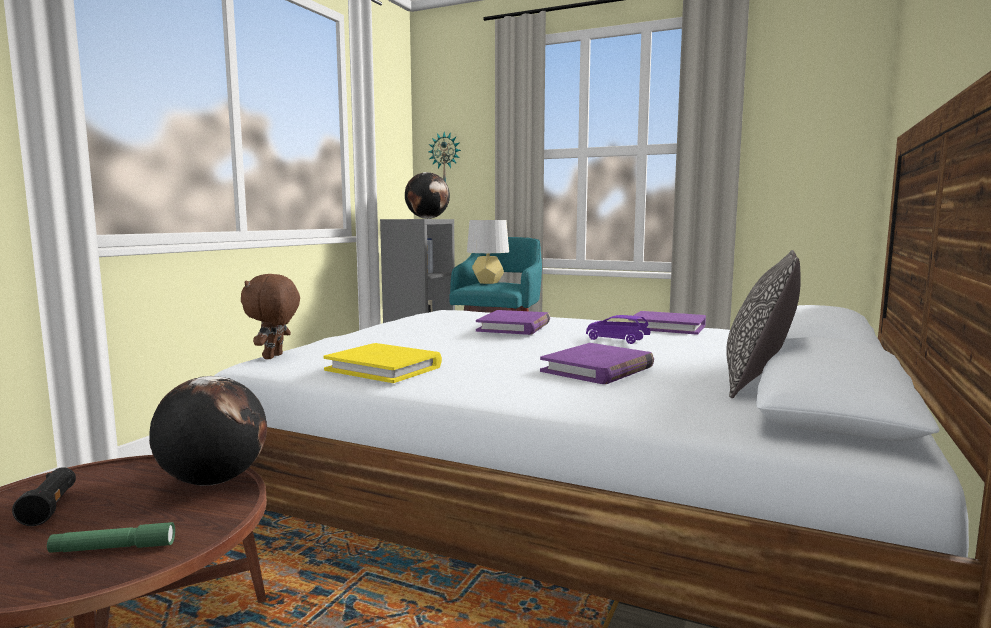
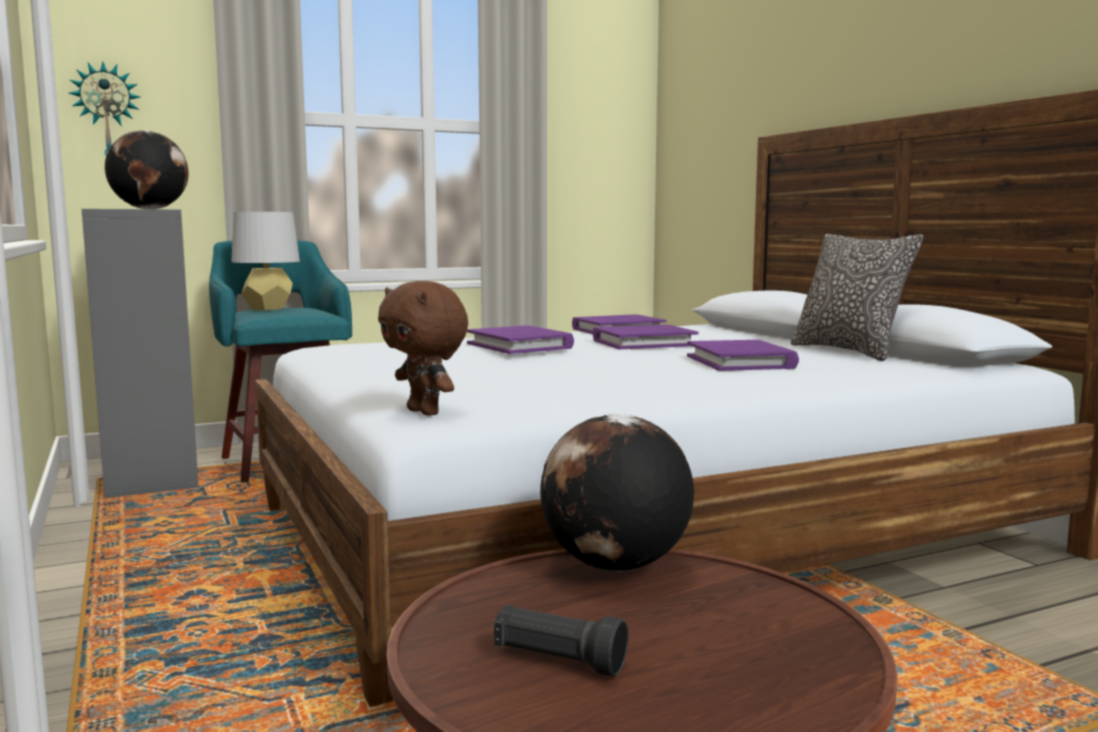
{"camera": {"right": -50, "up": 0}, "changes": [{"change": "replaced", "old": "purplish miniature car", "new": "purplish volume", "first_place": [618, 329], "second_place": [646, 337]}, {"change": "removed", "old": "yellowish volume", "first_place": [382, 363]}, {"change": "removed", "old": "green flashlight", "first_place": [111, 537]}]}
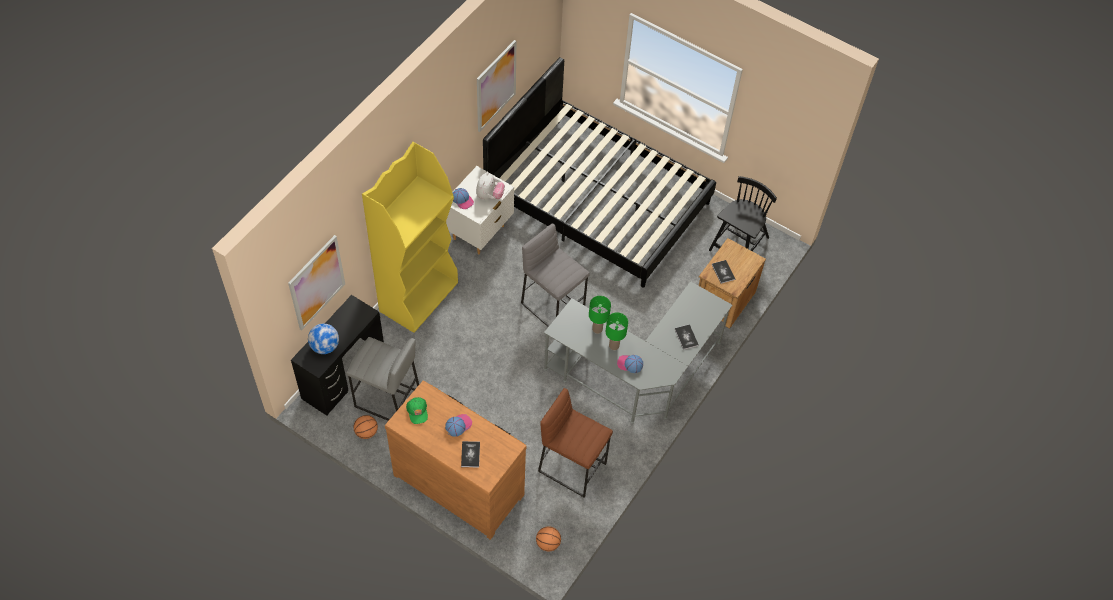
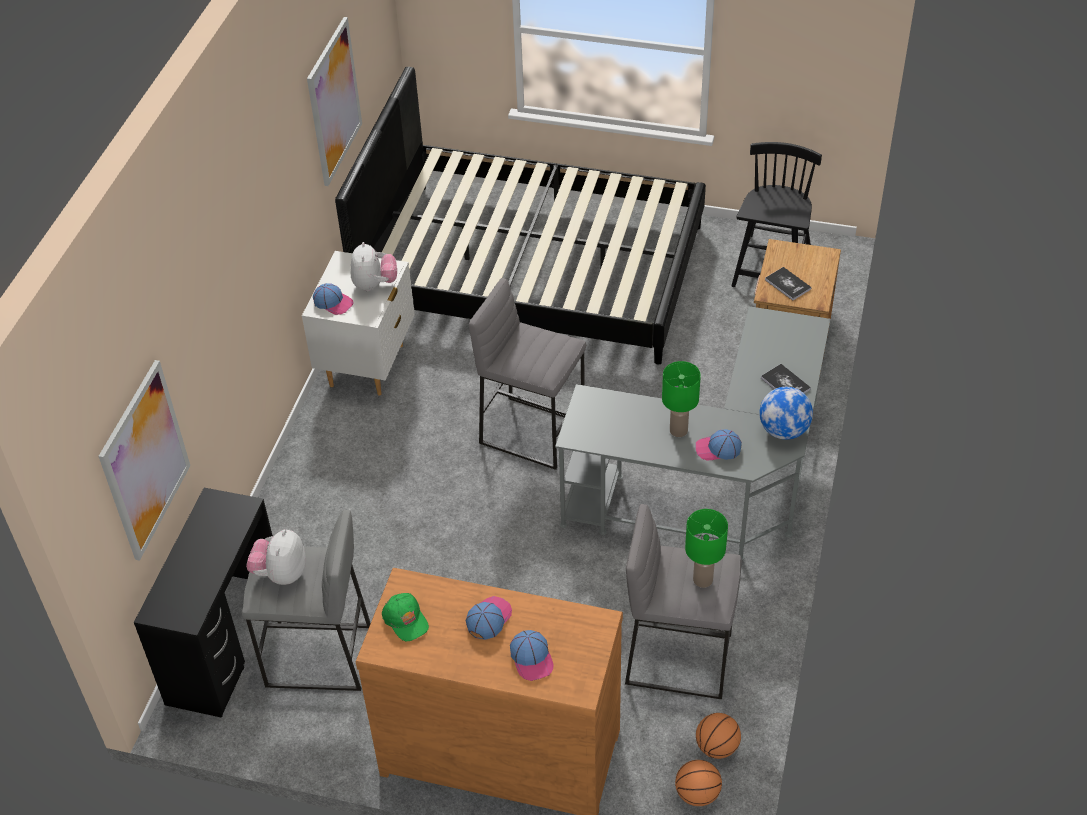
{"camera": {"right": -15, "up": -10}, "changes": [{"change": "removed", "old": "yellowish bookshelf", "first_place": [410, 237]}, {"change": "moved", "old": "green tabletop lamp", "first_place": [600, 315], "second_place": [706, 548]}, {"change": "moved", "old": "world globe", "first_place": [323, 339], "second_place": [786, 413]}, {"change": "recoloured", "old": "brown-coloured sitting stool", "new": "grey sitting stool", "first_place": [575, 443], "second_place": [683, 601]}, {"change": "moved", "old": "ball for basketball", "first_place": [365, 427], "second_place": [718, 736]}, {"change": "replaced", "old": "volume", "new": "cap", "first_place": [470, 454], "second_place": [532, 655]}, {"change": "added", "new": "soft toy", "second_place": [276, 557]}]}
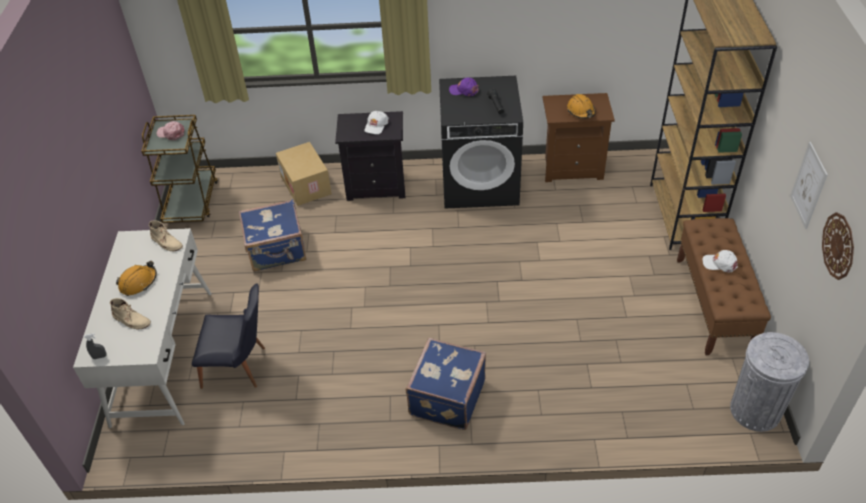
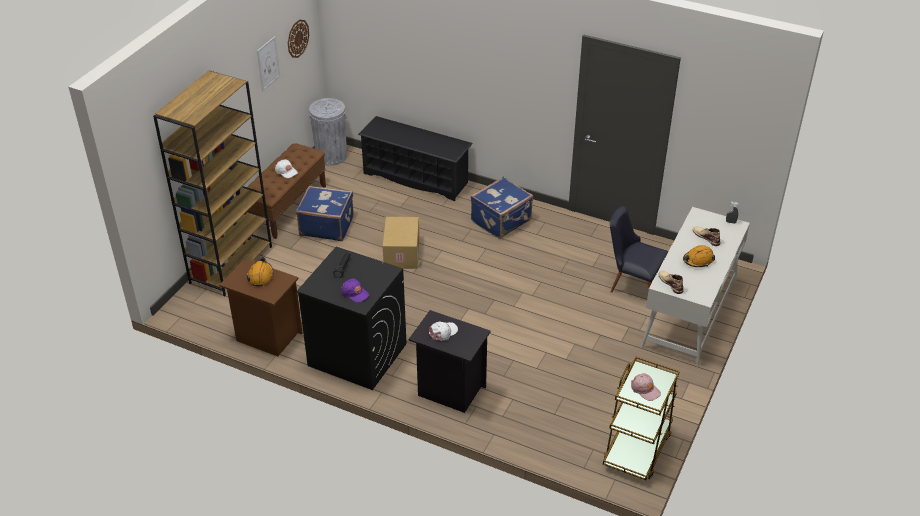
{"camera": {"right": -155, "up": -5}, "changes": [{"change": "moved", "old": "packing box", "first_place": [304, 174], "second_place": [401, 243]}, {"change": "moved", "old": "bluish travel case", "first_place": [273, 235], "second_place": [325, 213]}, {"change": "added", "new": "black-coloured shoe rack", "second_place": [415, 158]}]}
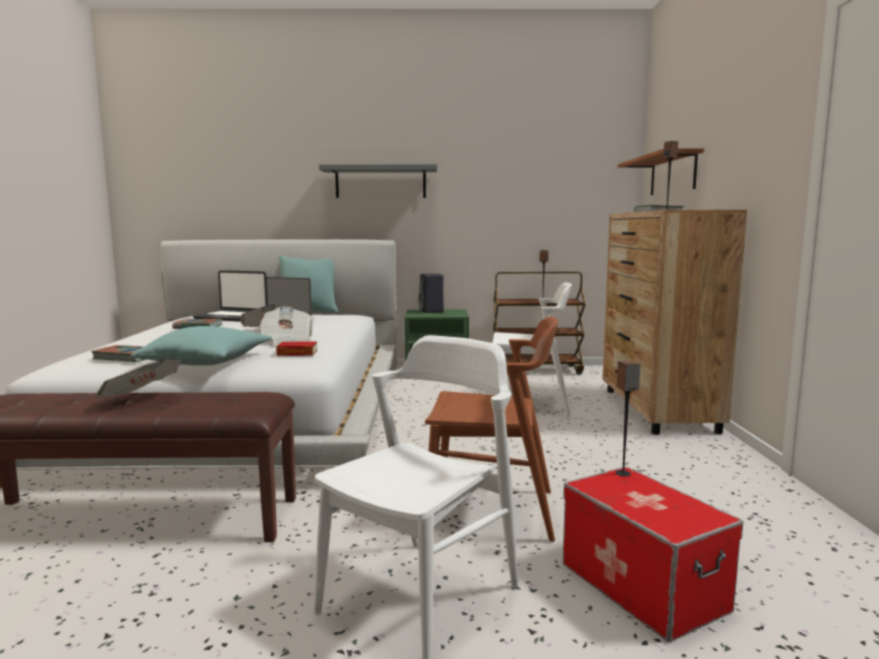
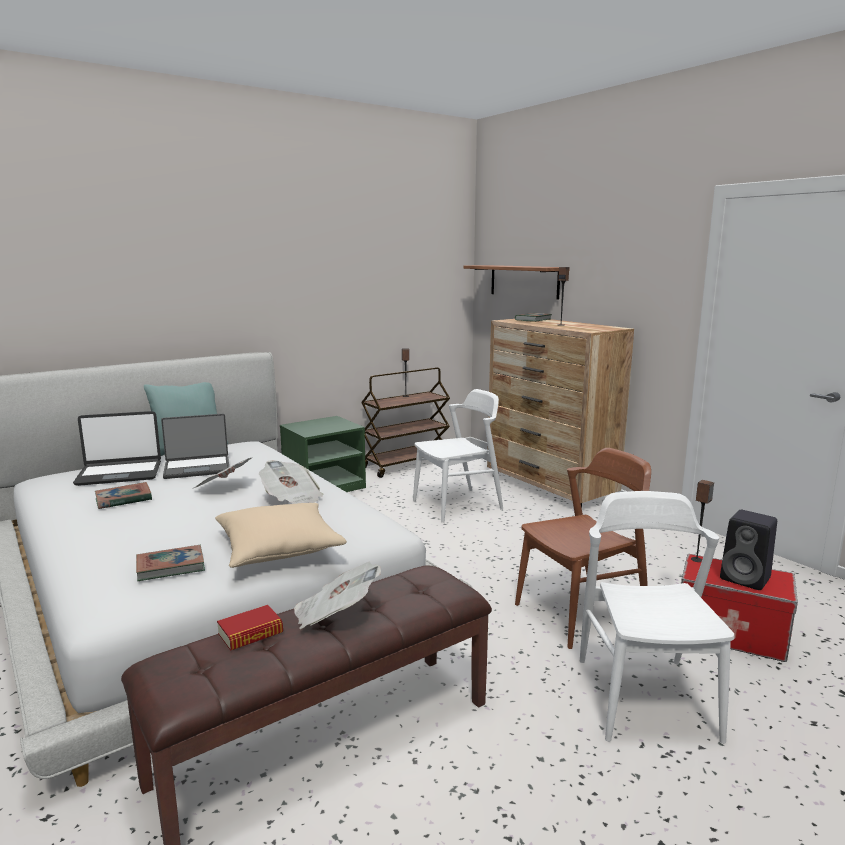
{"camera": {"right": -35, "up": 5}, "changes": [{"change": "removed", "old": "grey shelf", "first_place": [378, 181]}, {"change": "moved", "old": "black-coloured speaker", "first_place": [431, 293], "second_place": [748, 550]}, {"change": "recoloured", "old": "turquoise-coloured cushion", "new": "beige-coloured cushion", "first_place": [201, 346], "second_place": [281, 535]}, {"change": "moved", "old": "volume", "first_place": [296, 349], "second_place": [250, 628]}]}
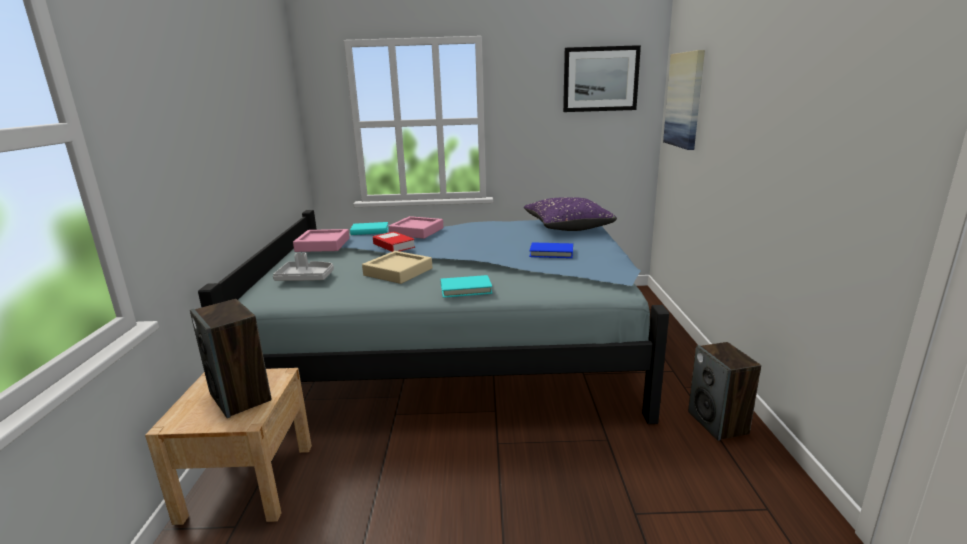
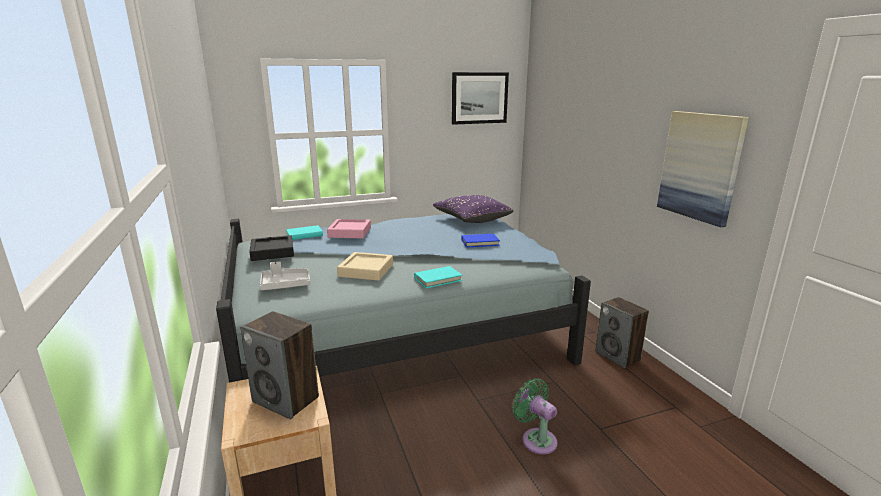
{"camera": {"right": -20, "up": 0}, "changes": [{"change": "moved", "old": "picture", "first_place": [684, 100], "second_place": [703, 169]}, {"change": "recoloured", "old": "pink-coloured carrying tray", "new": "black-coloured carrying tray", "first_place": [321, 240], "second_place": [271, 248]}, {"change": "removed", "old": "volume", "first_place": [394, 241]}, {"change": "added", "new": "green fan", "second_place": [534, 416]}]}
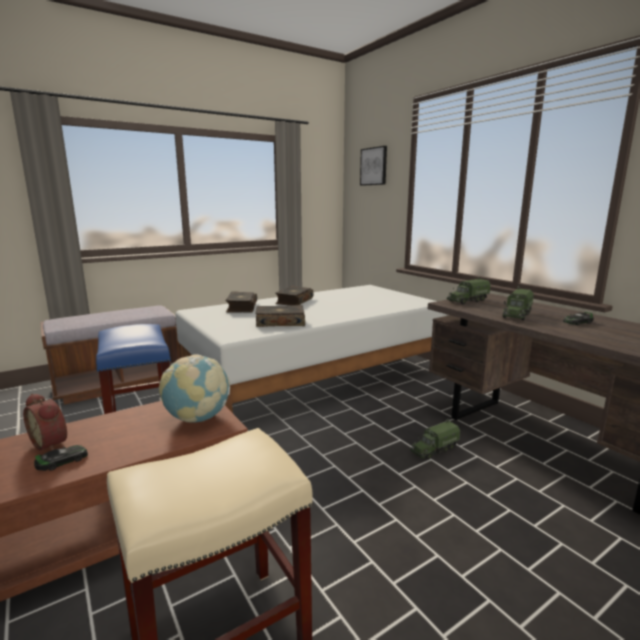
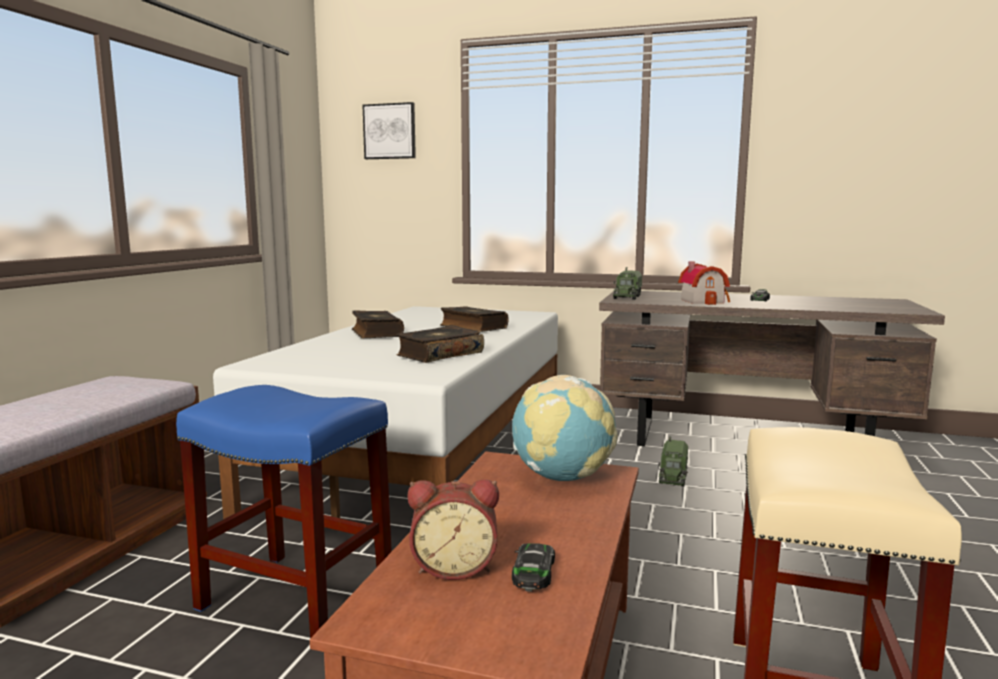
{"camera": {"right": -40, "up": -5}, "changes": [{"change": "replaced", "old": "toy lorry", "new": "model house", "first_place": [518, 303], "second_place": [704, 283]}, {"change": "moved", "old": "volume", "first_place": [241, 301], "second_place": [474, 319]}]}
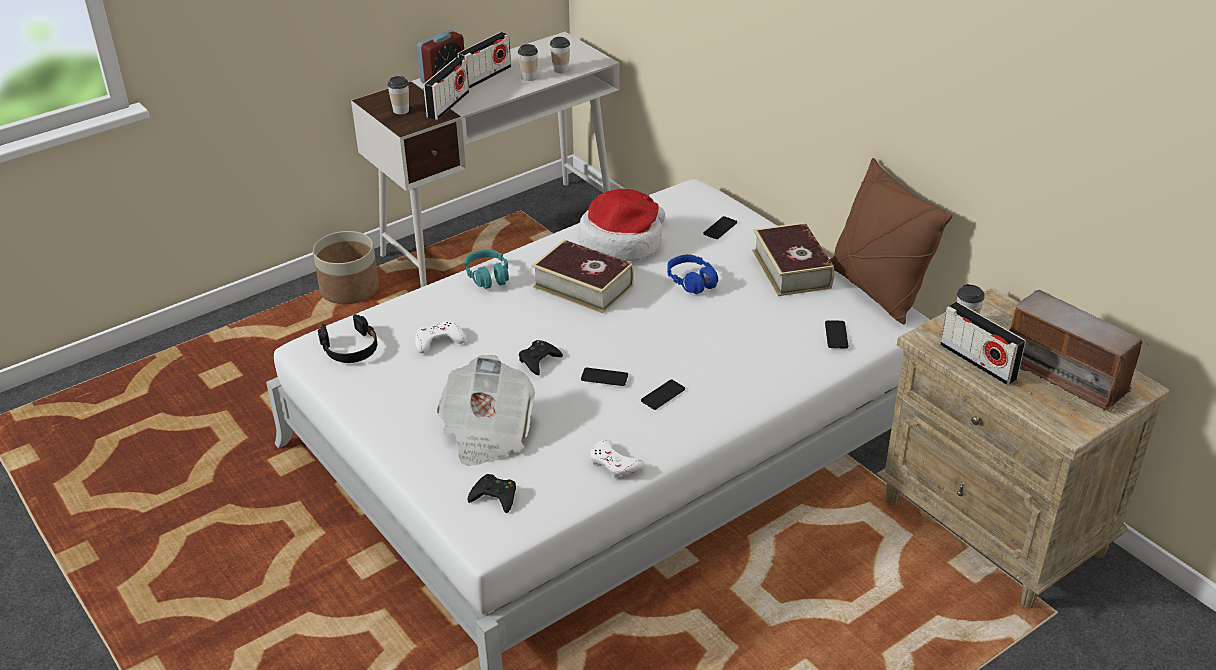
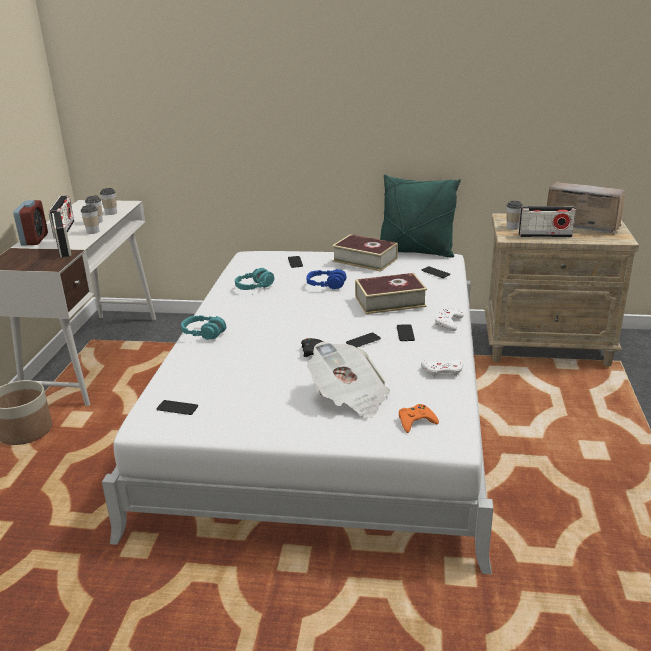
{"camera": {"right": -45, "up": -10}, "changes": [{"change": "moved", "old": "cup", "first_place": [398, 95], "second_place": [90, 219]}, {"change": "recoloured", "old": "brown-coloured cushion", "new": "green cushion", "first_place": [891, 241], "second_place": [420, 216]}, {"change": "replaced", "old": "wearable hat", "new": "turquoise-coloured headphones", "first_place": [622, 225], "second_place": [254, 279]}, {"change": "moved", "old": "volume", "first_place": [583, 276], "second_place": [391, 293]}, {"change": "turned", "old": "radio set", "first_place": [1079, 351], "second_place": [586, 208], "degrees": -150}, {"change": "replaced", "old": "black-coloured headphones", "new": "handset", "first_place": [347, 338], "second_place": [177, 407]}, {"change": "moved", "old": "white-coloured joypad", "first_place": [440, 337], "second_place": [449, 320]}, {"change": "recoloured", "old": "black-coloured joypad", "new": "orange joypad", "first_place": [491, 493], "second_place": [419, 418]}]}
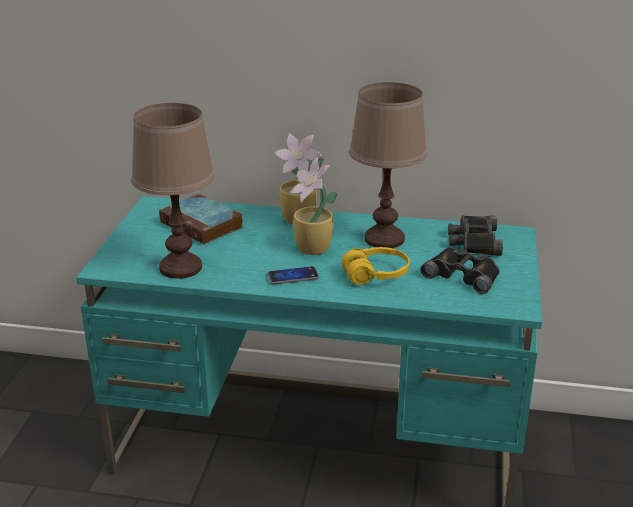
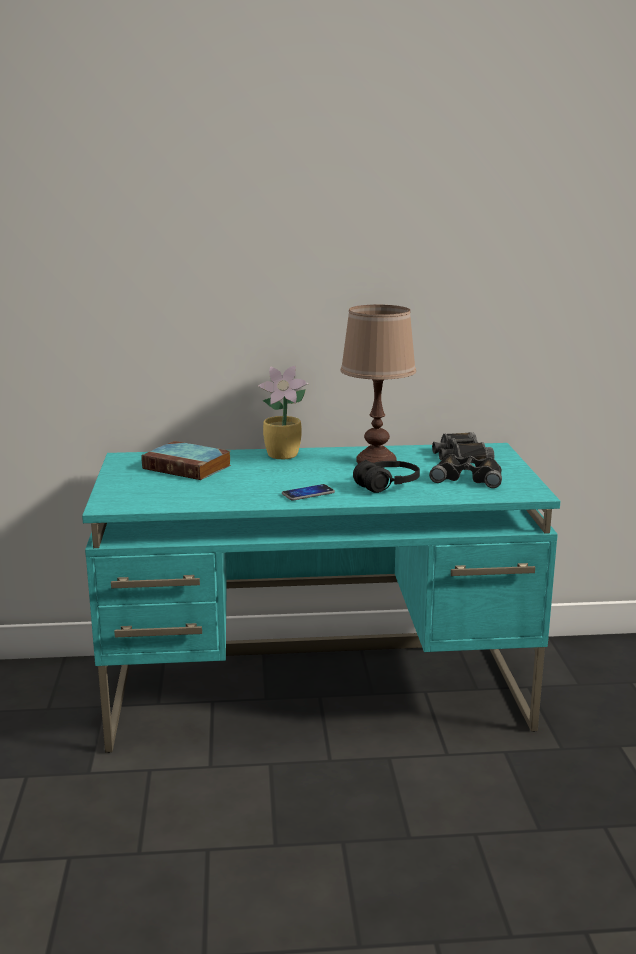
{"camera": {"right": -15, "up": -10}, "changes": [{"change": "removed", "old": "brown-coloured tabletop lamp", "first_place": [172, 191]}, {"change": "removed", "old": "potted plant", "first_place": [314, 206]}, {"change": "recoloured", "old": "yellowish headphones", "new": "black-coloured headphones", "first_place": [375, 266], "second_place": [386, 476]}]}
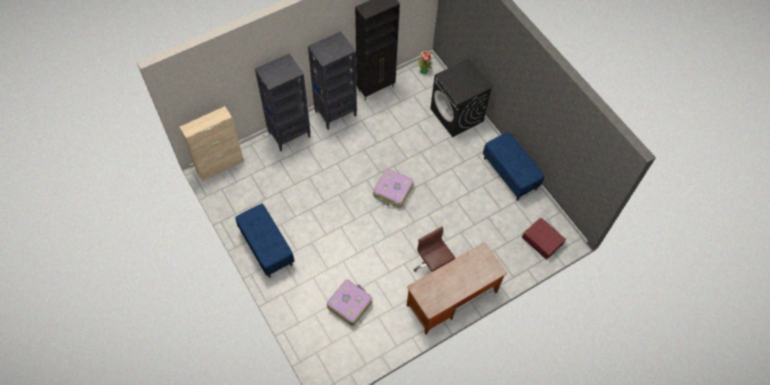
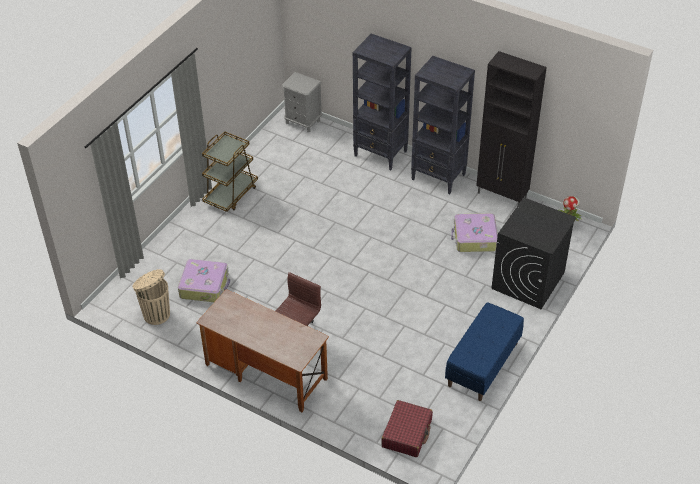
{"camera": {"right": 65, "up": -15}, "changes": [{"change": "replaced", "old": "beige-coloured cabinet", "new": "grey night table", "first_place": [212, 143], "second_place": [302, 102]}, {"change": "moved", "old": "travel case", "first_place": [393, 188], "second_place": [474, 232]}, {"change": "replaced", "old": "bluish long seat", "new": "brown-coloured trolley", "first_place": [264, 241], "second_place": [230, 171]}, {"change": "added", "new": "beige-coloured rubbish bin", "second_place": [151, 297]}]}
